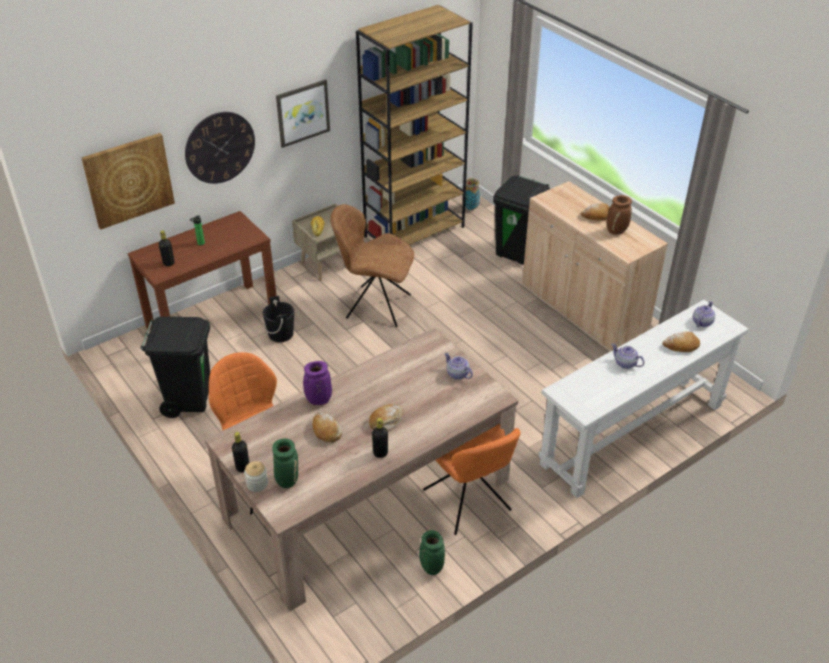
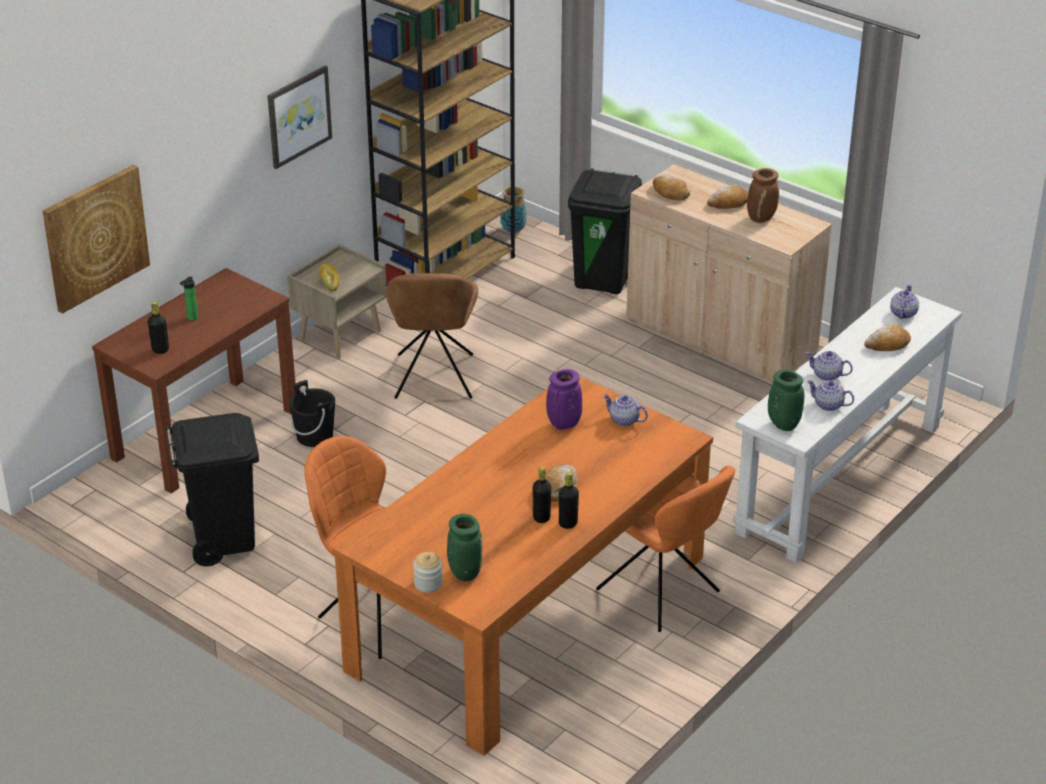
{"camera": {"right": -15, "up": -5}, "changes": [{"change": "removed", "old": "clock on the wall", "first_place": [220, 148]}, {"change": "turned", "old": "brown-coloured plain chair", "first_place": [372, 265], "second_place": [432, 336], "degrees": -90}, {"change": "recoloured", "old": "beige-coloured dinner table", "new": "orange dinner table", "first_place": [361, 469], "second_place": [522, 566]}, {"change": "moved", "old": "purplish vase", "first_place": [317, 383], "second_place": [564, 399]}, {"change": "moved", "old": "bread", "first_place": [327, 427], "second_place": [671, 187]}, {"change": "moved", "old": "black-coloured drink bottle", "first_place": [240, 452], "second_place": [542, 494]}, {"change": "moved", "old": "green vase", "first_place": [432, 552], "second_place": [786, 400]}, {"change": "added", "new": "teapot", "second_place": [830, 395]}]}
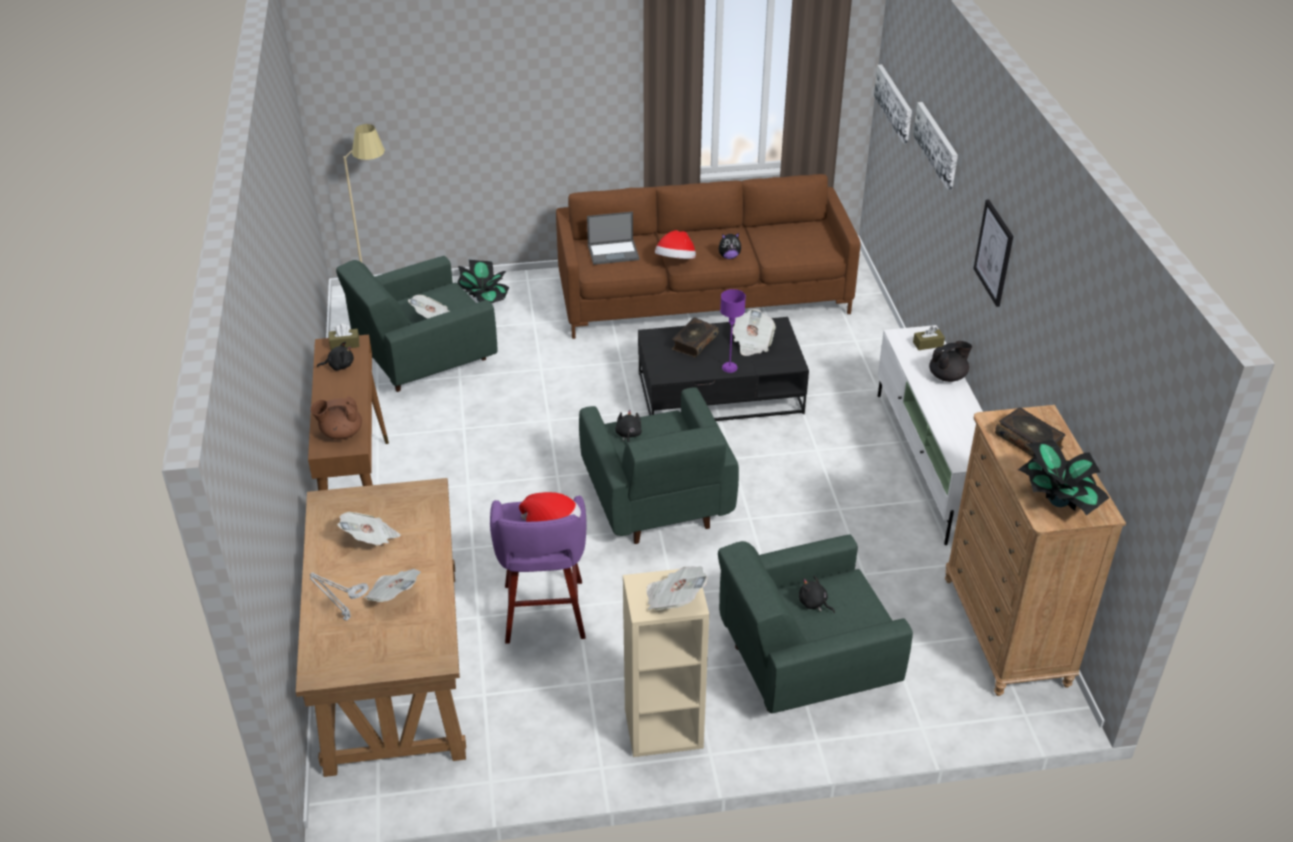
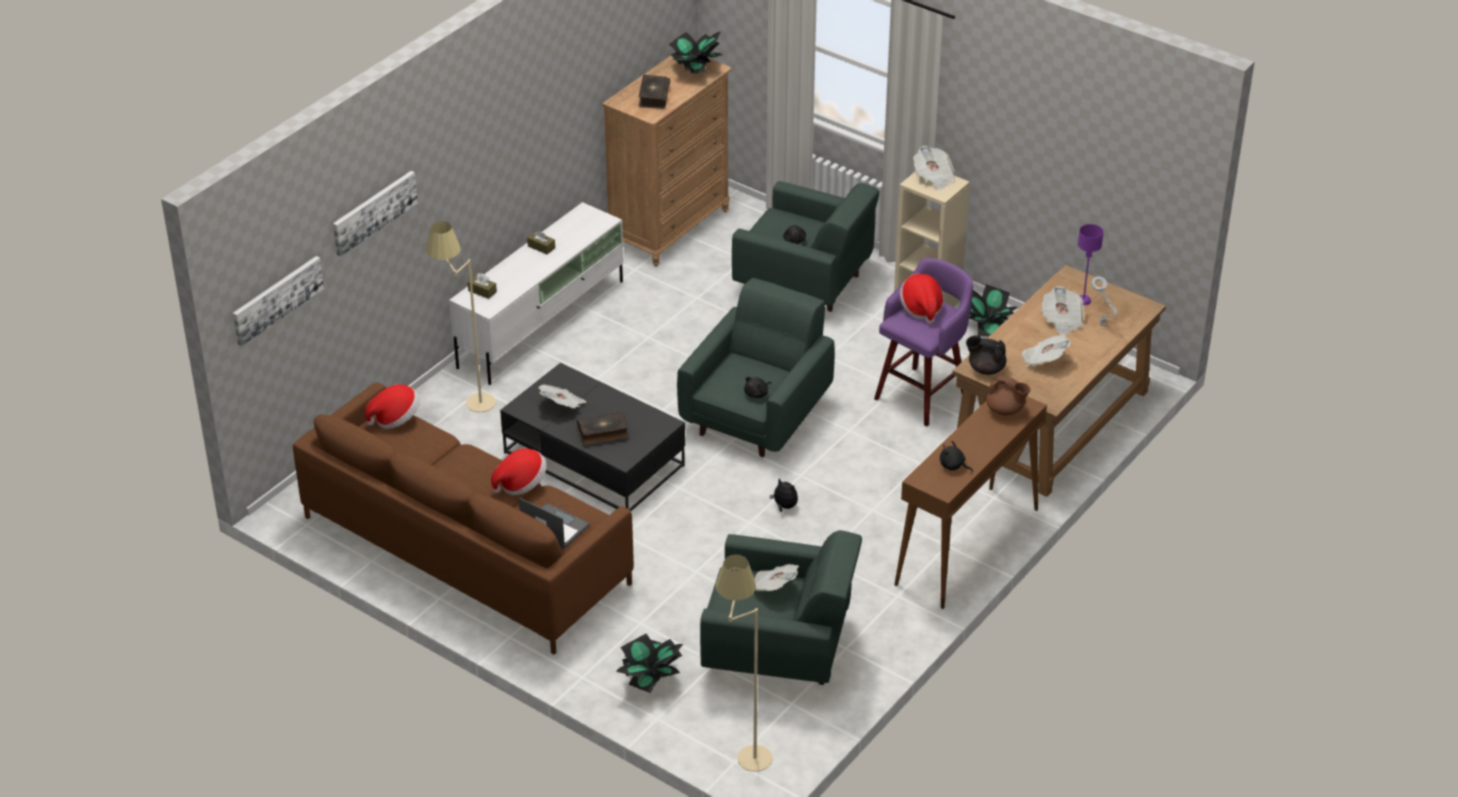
{"camera": {"right": -135, "up": 0}, "changes": [{"change": "removed", "old": "picture", "first_place": [993, 253]}, {"change": "moved", "old": "soft toy", "first_place": [730, 246], "second_place": [784, 495]}, {"change": "moved", "old": "purplish tabletop lamp", "first_place": [733, 331], "second_place": [1091, 264]}, {"change": "moved", "old": "brown-coloured tissue box", "first_place": [344, 337], "second_place": [541, 242]}, {"change": "moved", "old": "black-coloured teapot", "first_place": [950, 361], "second_place": [986, 355]}, {"change": "added", "new": "beige-coloured standing lamp", "second_place": [461, 317]}, {"change": "added", "new": "potted plant", "second_place": [993, 310]}, {"change": "added", "new": "wearable hat", "second_place": [392, 406]}]}
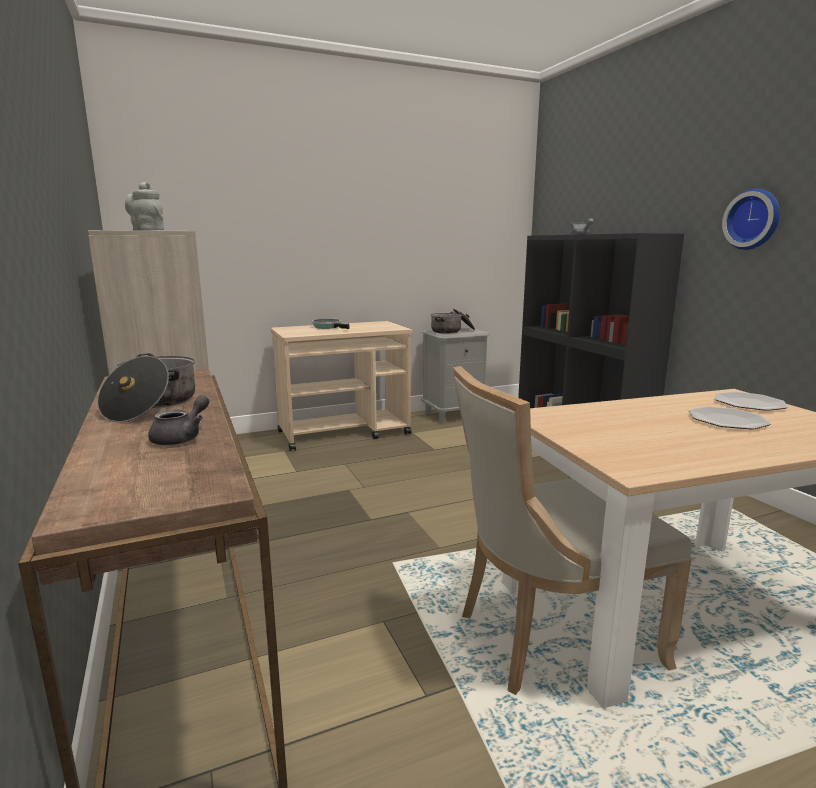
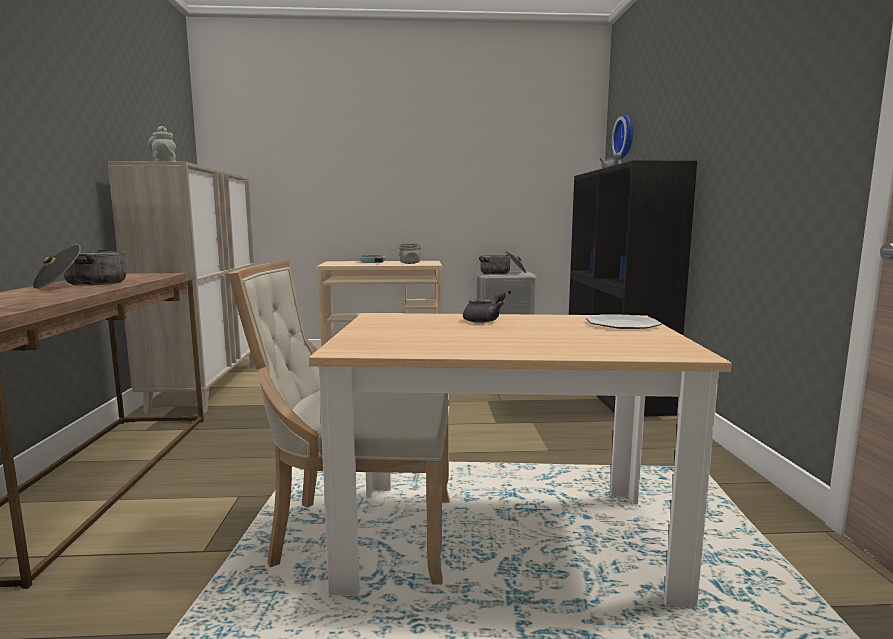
{"camera": {"right": 20, "up": -5}, "changes": [{"change": "moved", "old": "clock on the wall", "first_place": [751, 219], "second_place": [622, 136]}, {"change": "moved", "old": "grey teapot", "first_place": [178, 420], "second_place": [484, 307]}, {"change": "removed", "old": "plate", "first_place": [729, 418]}, {"change": "added", "new": "grey jar", "second_place": [410, 253]}]}
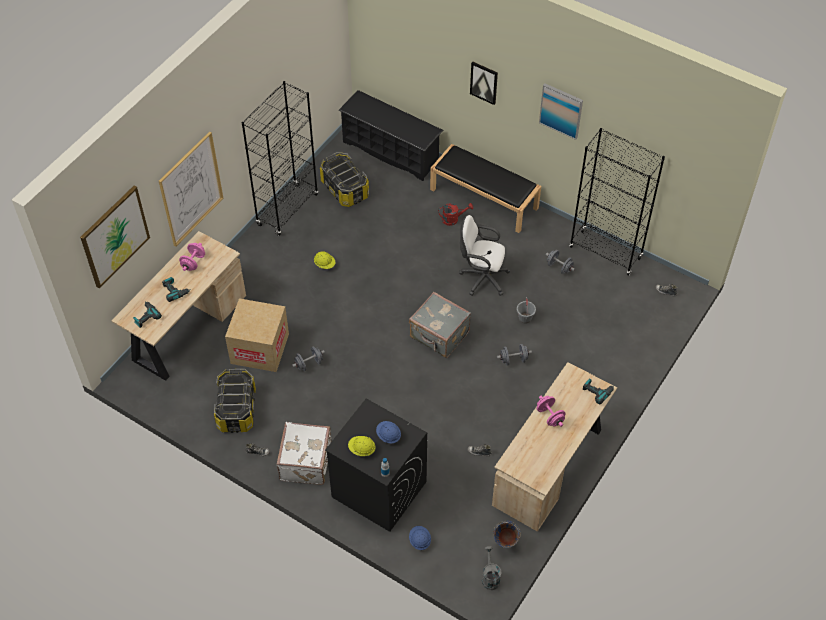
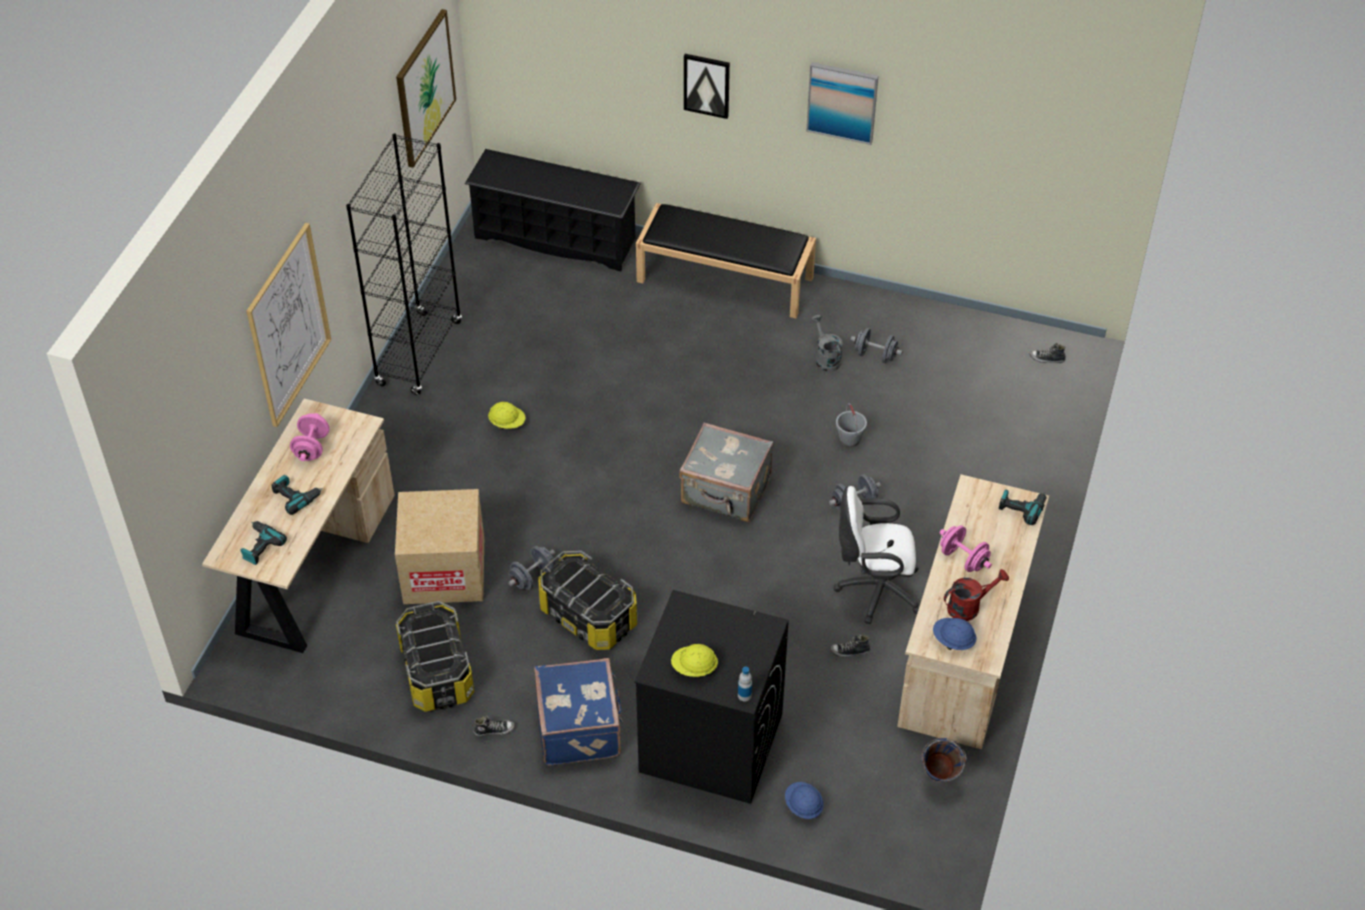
{"camera": {"right": -15, "up": -5}, "changes": [{"change": "removed", "old": "black-coloured bookshelf", "first_place": [617, 202]}, {"change": "moved", "old": "storage container", "first_place": [344, 179], "second_place": [588, 600]}, {"change": "moved", "old": "picture", "first_place": [115, 237], "second_place": [426, 88]}, {"change": "moved", "old": "red watering pot", "first_place": [455, 214], "second_place": [976, 595]}, {"change": "moved", "old": "white-coloured computer chair", "first_place": [484, 255], "second_place": [877, 555]}, {"change": "moved", "old": "bluish safety helmet", "first_place": [388, 432], "second_place": [955, 634]}, {"change": "recoloured", "old": "white-coloured travel case", "new": "bluish travel case", "first_place": [304, 453], "second_place": [578, 711]}, {"change": "moved", "old": "grey watering pot", "first_place": [492, 568], "second_place": [827, 343]}]}
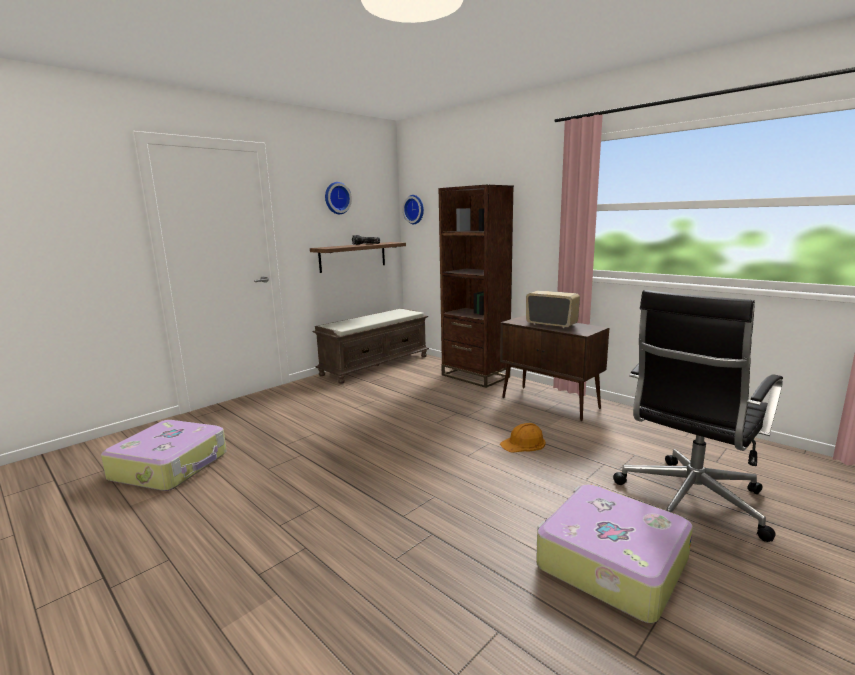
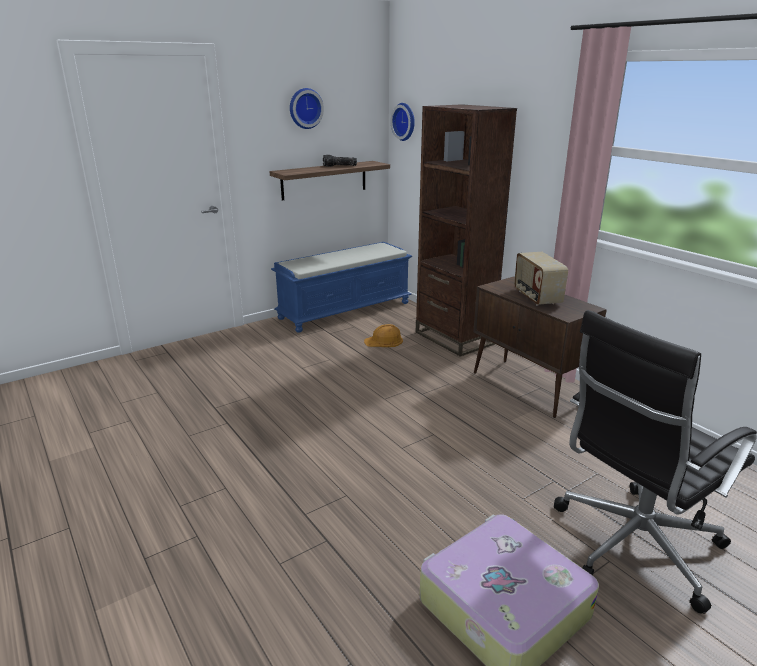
{"camera": {"right": 10, "up": 10}, "changes": [{"change": "turned", "old": "radio set", "first_place": [553, 309], "second_place": [541, 279], "degrees": -150}, {"change": "recoloured", "old": "brown-coloured long seat", "new": "bluish long seat", "first_place": [370, 346], "second_place": [341, 287]}, {"change": "removed", "old": "travel case", "first_place": [164, 455]}, {"change": "moved", "old": "orange safety helmet", "first_place": [523, 438], "second_place": [383, 335]}]}
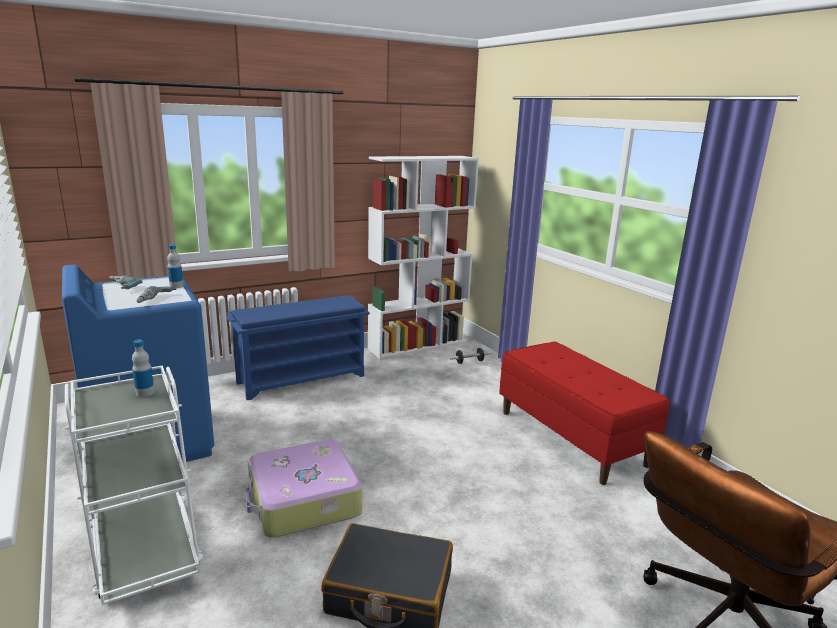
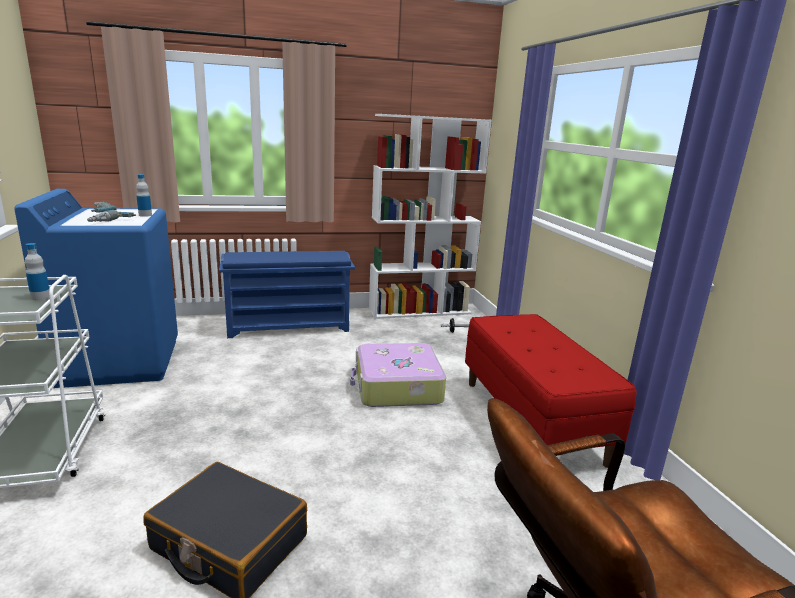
{"camera": {"right": 15, "up": 0}, "changes": [{"change": "moved", "old": "travel case", "first_place": [303, 488], "second_place": [398, 375]}]}
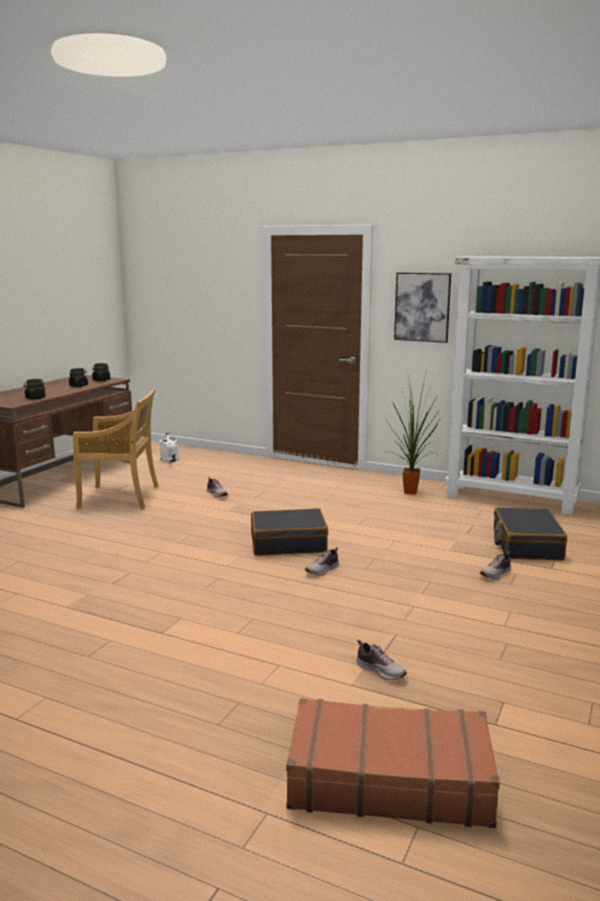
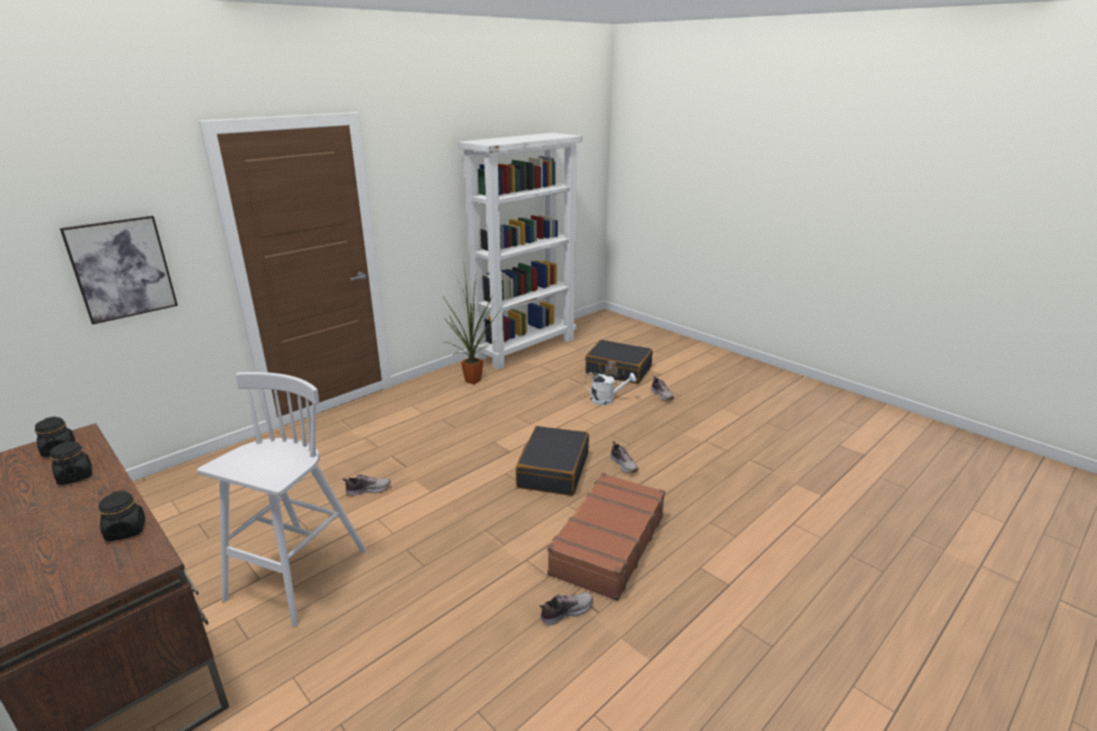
{"camera": {"right": -70, "up": 10}, "changes": [{"change": "moved", "old": "picture", "first_place": [422, 307], "second_place": [119, 270]}, {"change": "replaced", "old": "beige-coloured plain chair", "new": "white-coloured sitting stool", "first_place": [116, 448], "second_place": [281, 499]}, {"change": "moved", "old": "white-coloured watering pot", "first_place": [169, 447], "second_place": [611, 388]}, {"change": "moved", "old": "shoe", "first_place": [381, 660], "second_place": [566, 609]}, {"change": "moved", "old": "brown-coloured travel case", "first_place": [393, 763], "second_place": [606, 537]}]}
